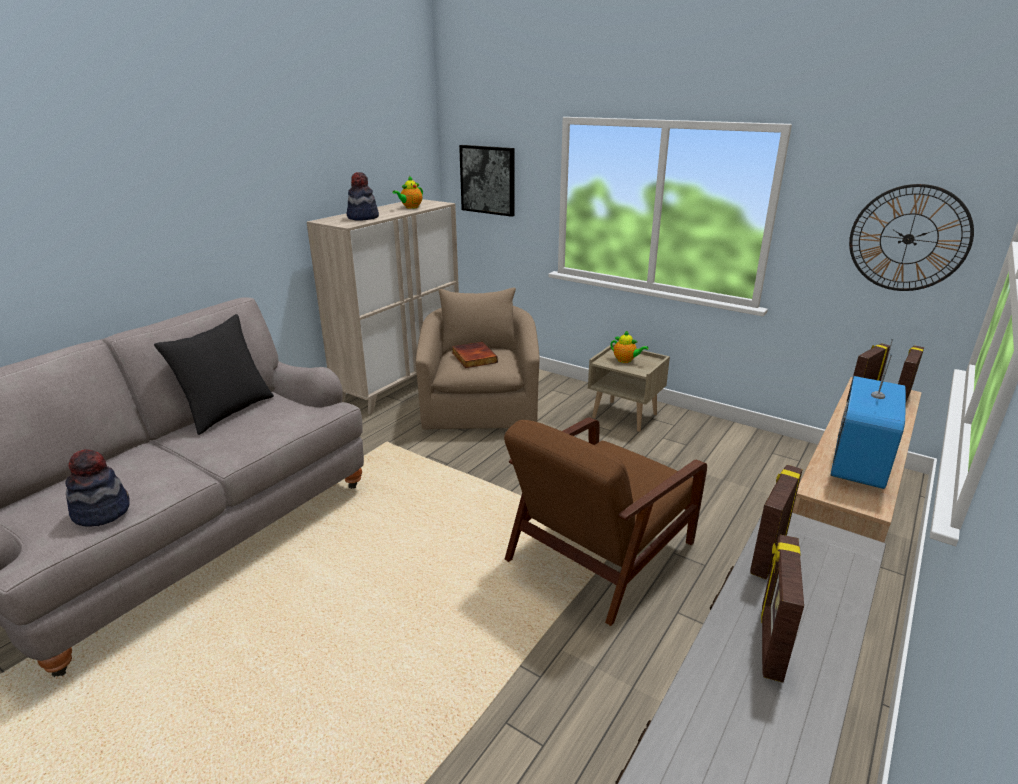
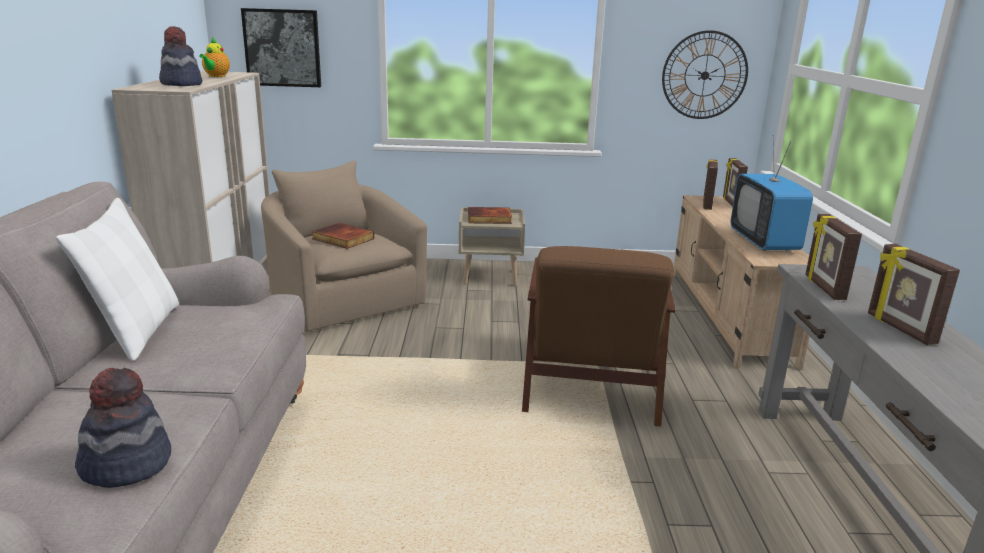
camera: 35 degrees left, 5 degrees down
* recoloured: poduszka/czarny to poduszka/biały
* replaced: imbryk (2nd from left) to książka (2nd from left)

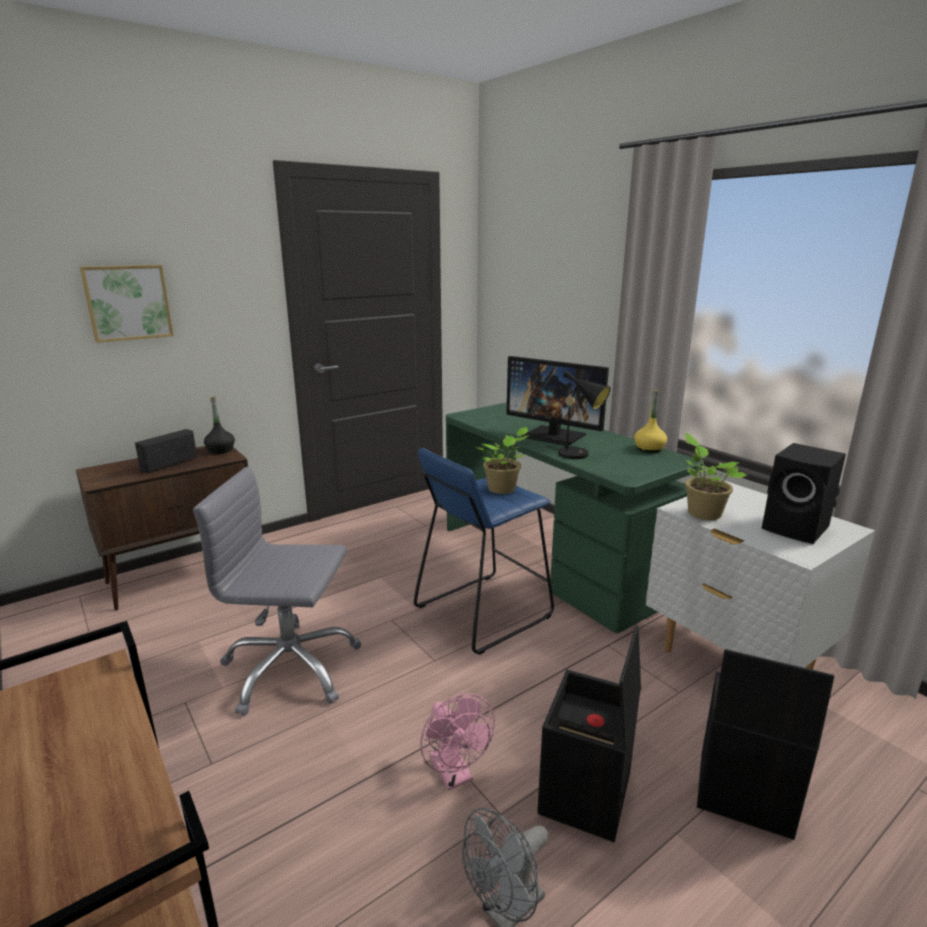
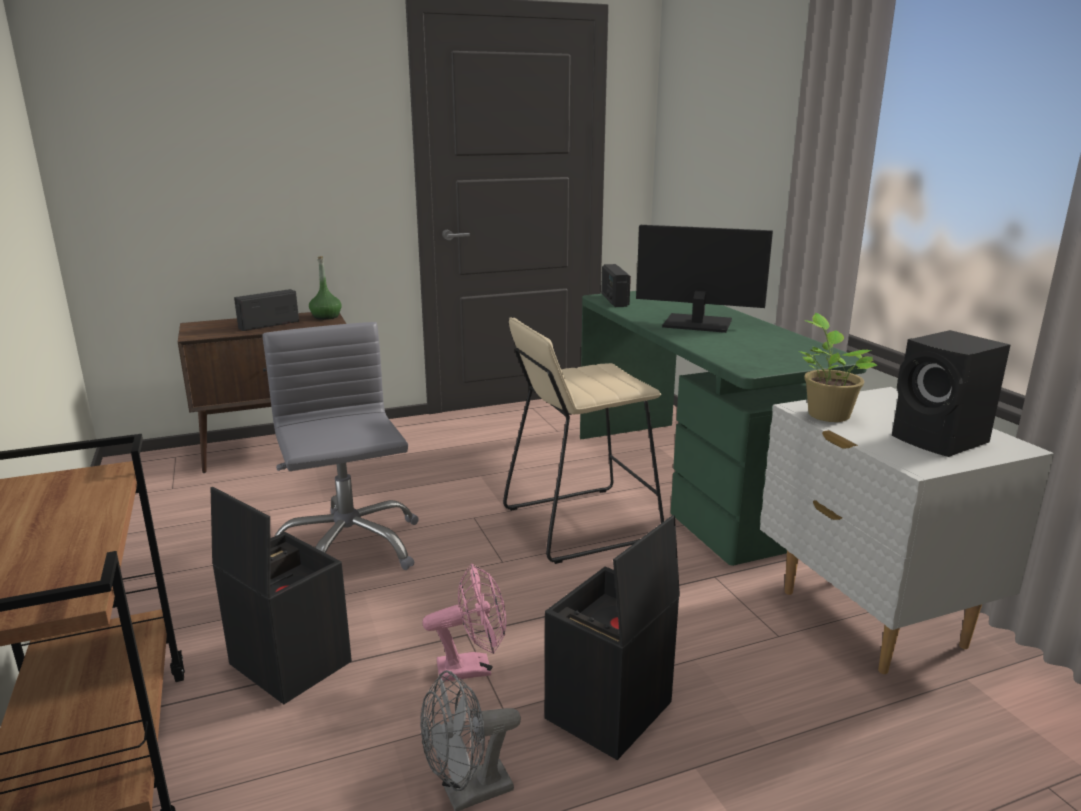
camera: 15 degrees right, 0 degrees up
* removed: obraz
* turned: krzesło biurowe/szary 45 degrees clockwise
* recoloured: butelka/czarny to butelka/zielony
* recoloured: stołek/niebieski to stołek/beżowy
* turned: wentylator/różowy 90 degrees counterclockwise
* removed: roślina doniczkowa (1st from left)
* turned: monitor 150 degrees clockwise
* removed: lampa stołowa/czarny
* removed: butelka/żółty
* moved: pojemnik do przechowywania/czarny (2nd from left in the first image) to pojemnik do przechowywania/czarny (1st from left)
* added: radio (2nd from left)

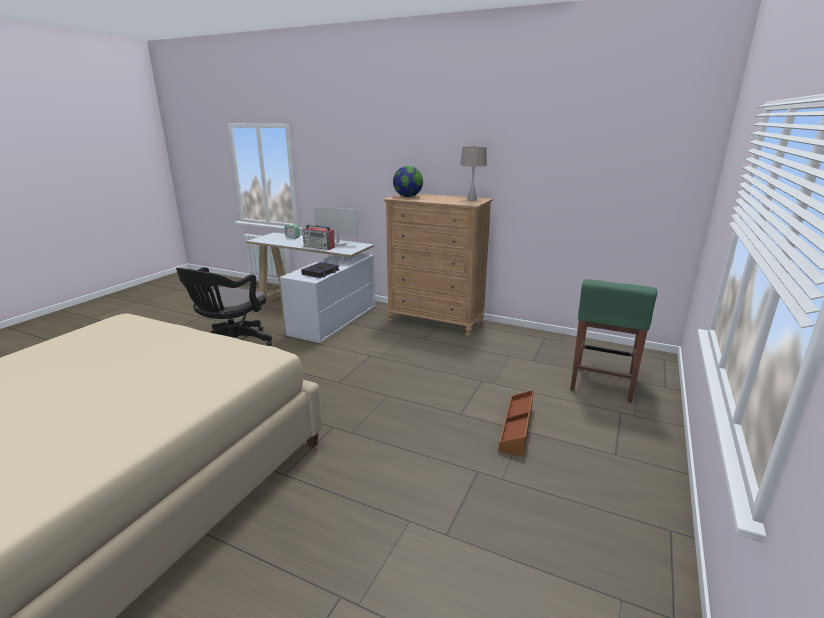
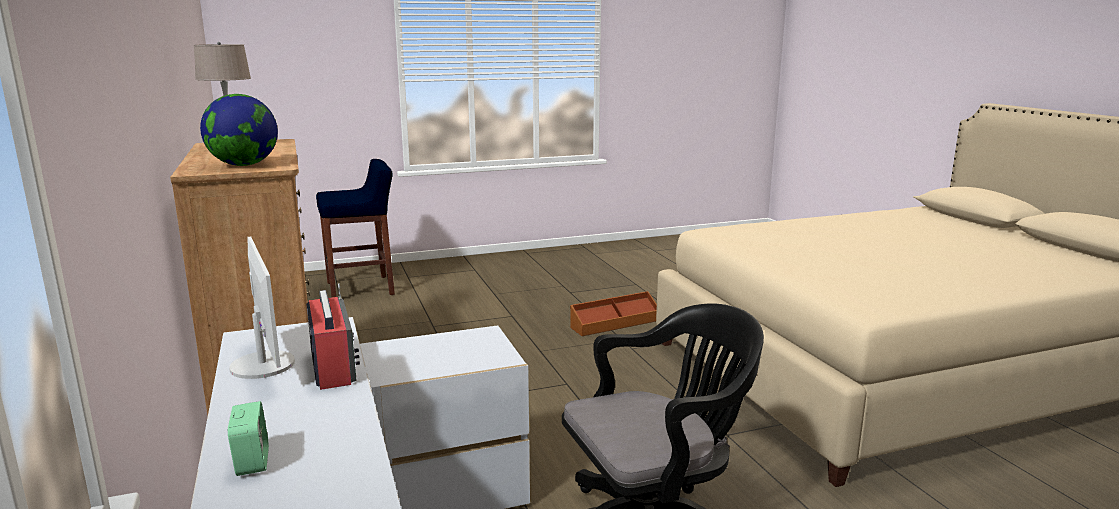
camera: 135 degrees left, 5 degrees down
* removed: książka
* moved: pojemnik do przechowywania/brązowy
* recoloured: stołek/zielony to stołek/niebieski

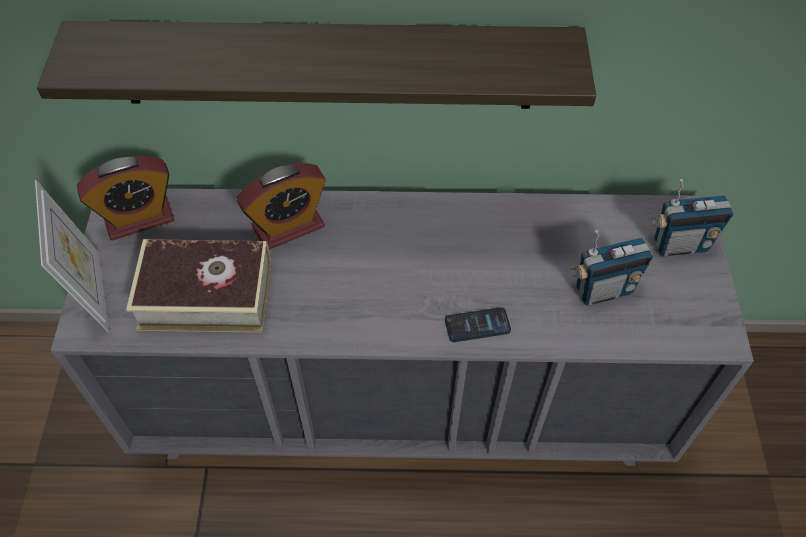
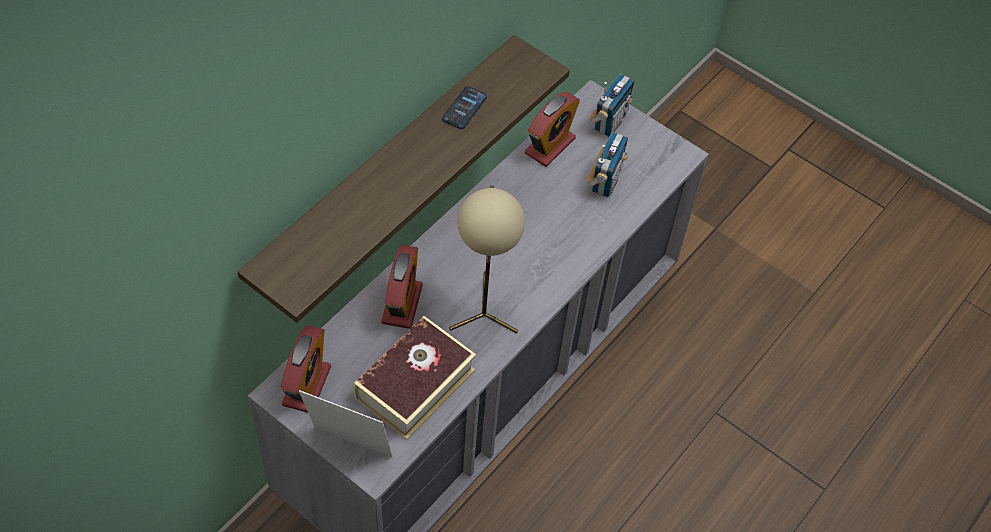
camera: 55 degrees left, 0 degrees up
* moved: telefon
* added: lampa stołowa/beżowy
* added: budzik (3rd from left)

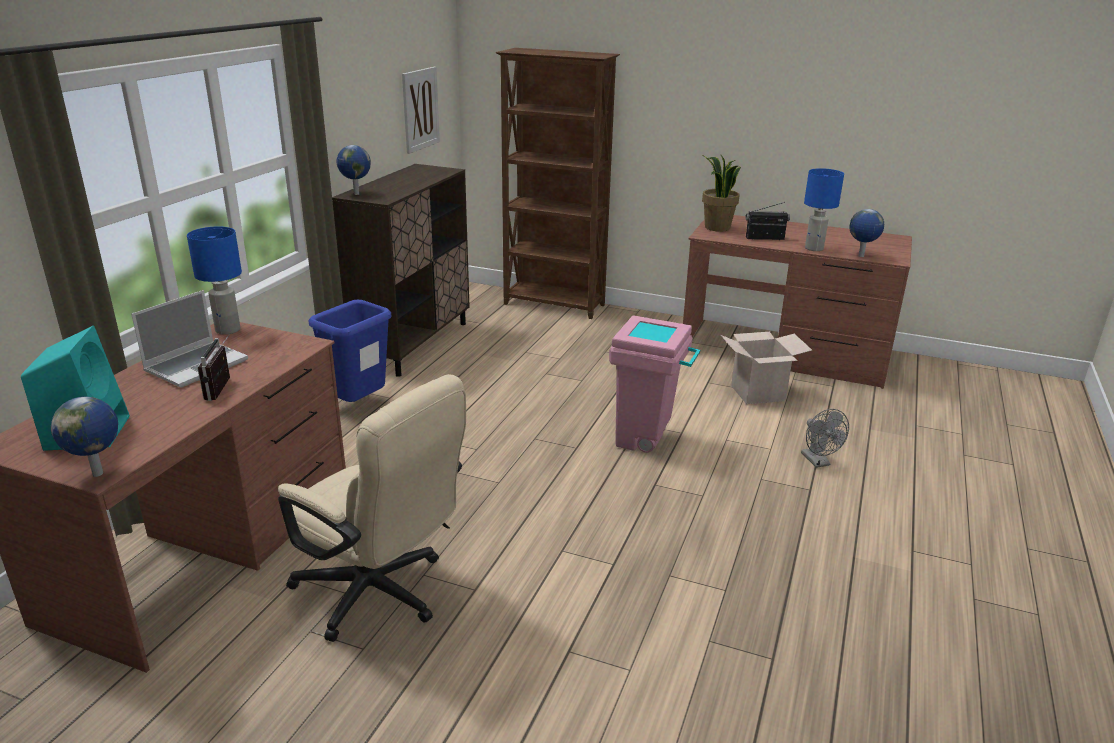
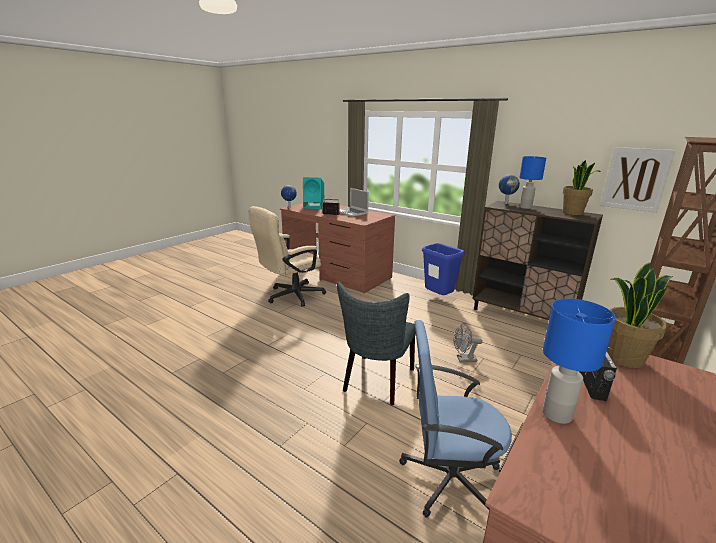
camera: 105 degrees right, 5 degrees down
* moved: lampa stołowa/niebieski (1st from left)
* replaced: kosz na śmieci/różowy to krzesło/szary
* replaced: karton to krzesło biurowe/niebieski
* moved: wentylator/szary
* removed: globus (3rd from left)
* added: roślina doniczkowa (1st from left)

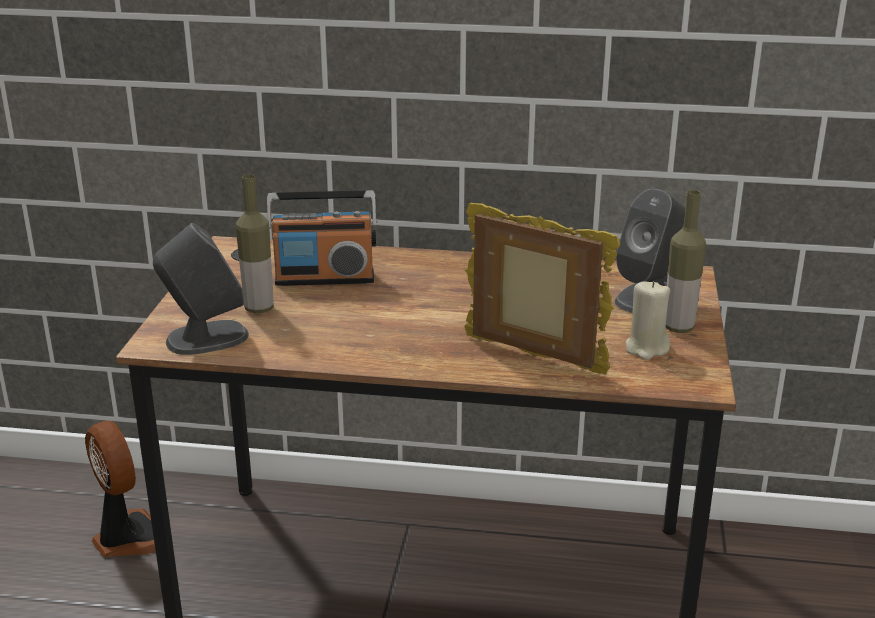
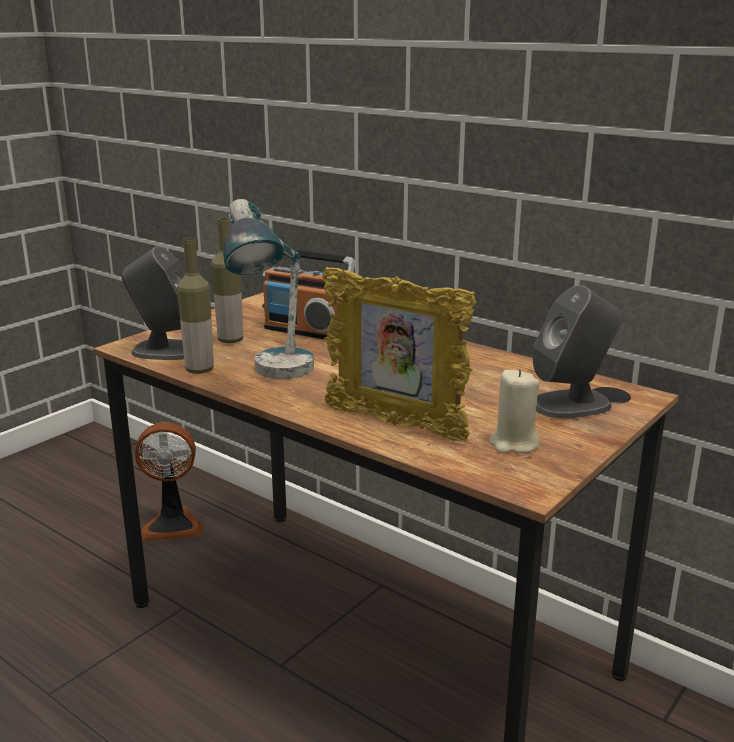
camera: 30 degrees right, 5 degrees down
* turned: wentylator 90 degrees clockwise
* turned: ramka na zdjęcie 150 degrees clockwise
* moved: butelka (2nd from left in the first image) to butelka (1st from left)
* added: lampa stołowa

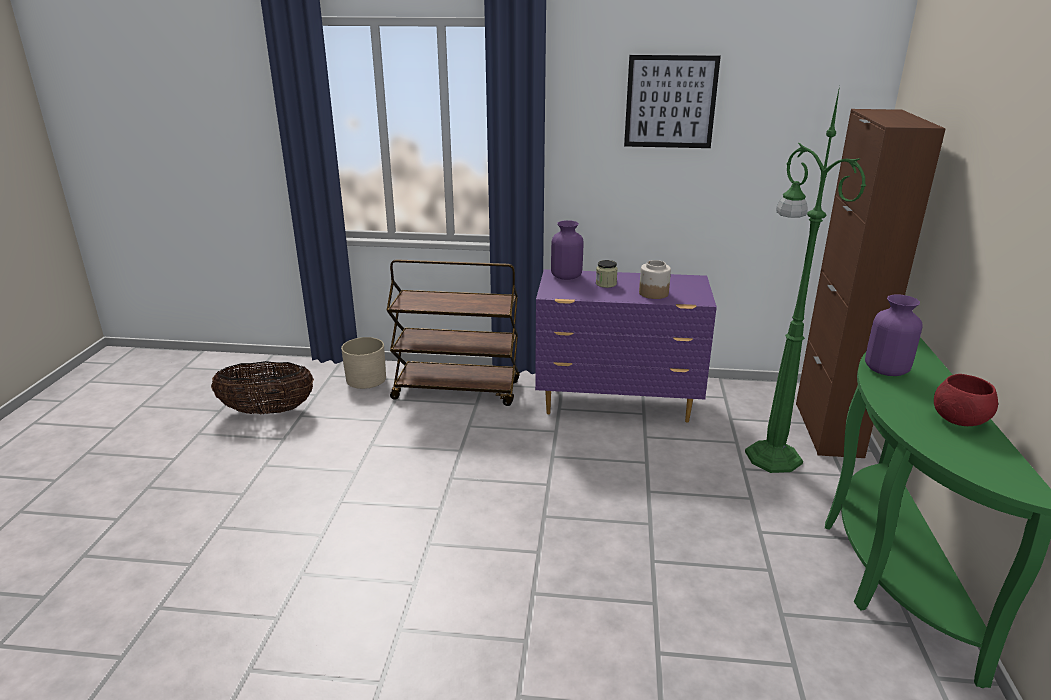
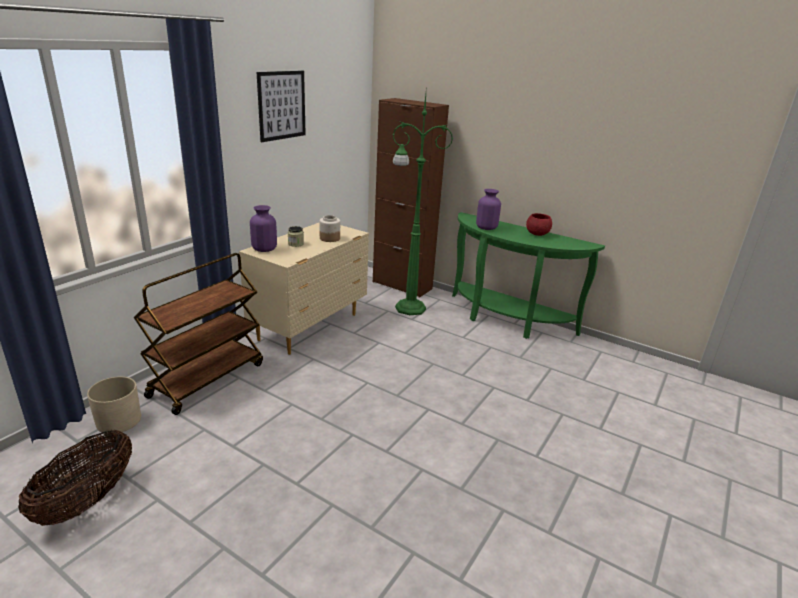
camera: 65 degrees left, 0 degrees up
* recoloured: komoda/fioletowy to komoda/beżowy

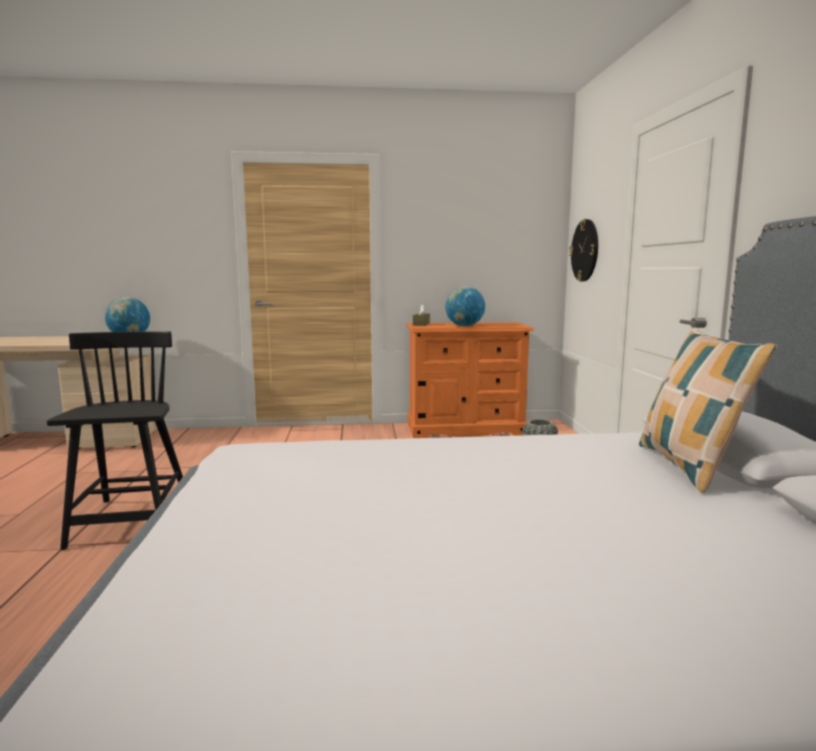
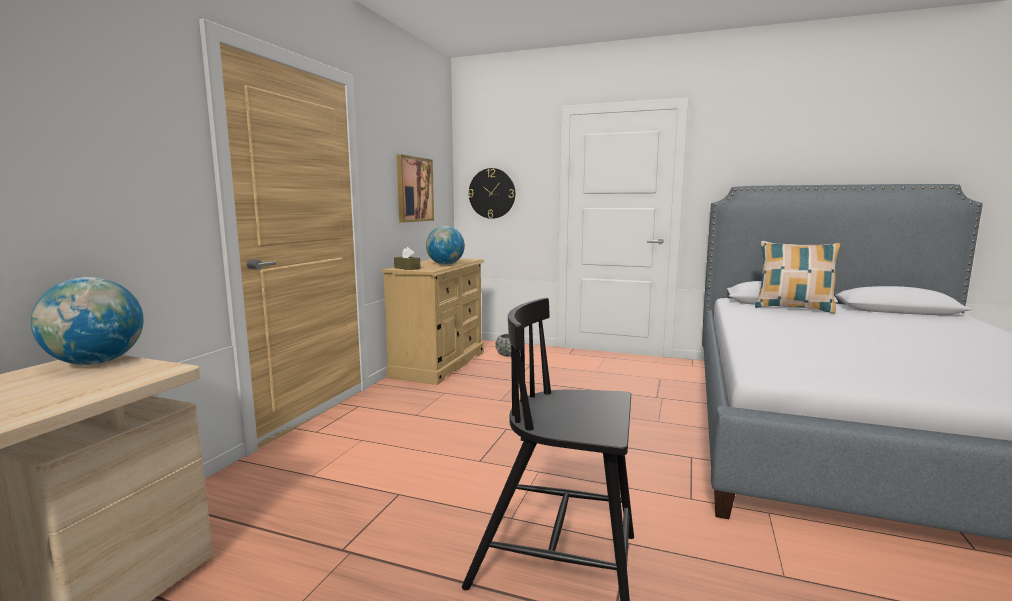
camera: 65 degrees left, 0 degrees up
* recoloured: komoda/pomarańczowy to komoda/beżowy
* added: obraz

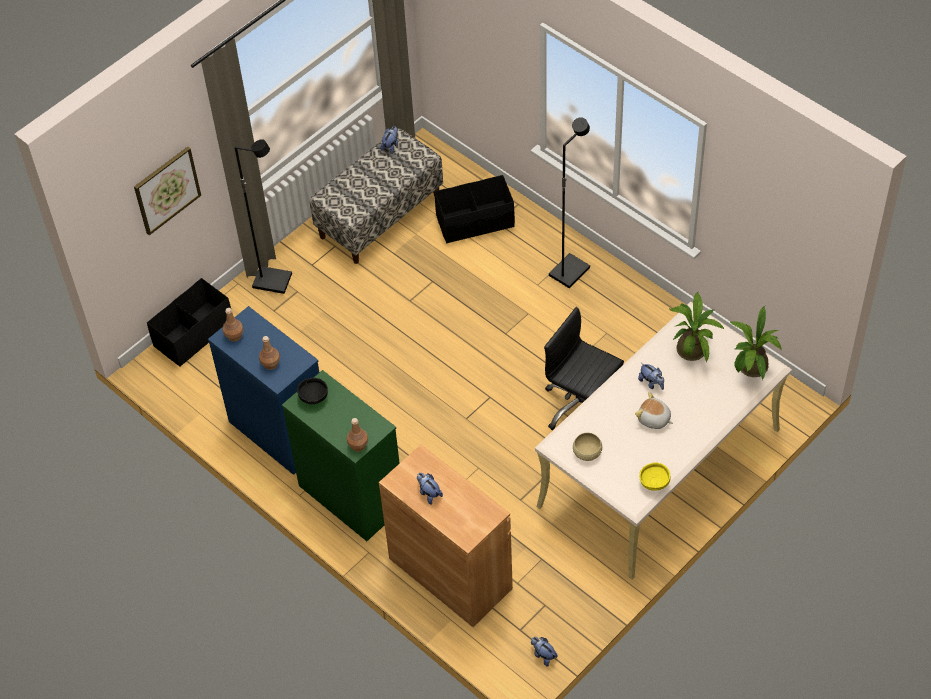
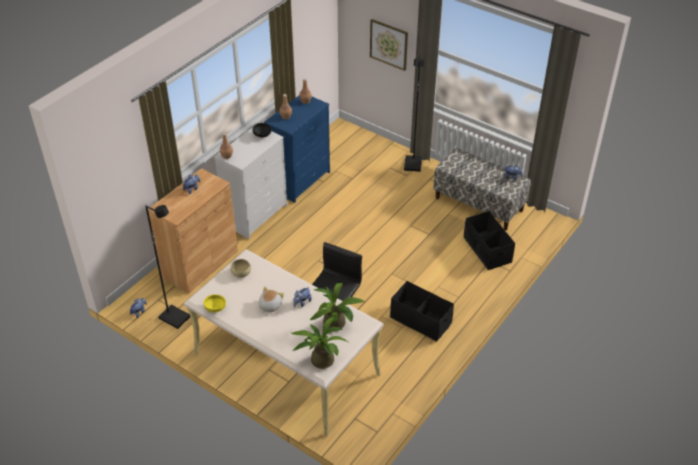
camera: 80 degrees right, 10 degrees down
* moved: pojemnik do przechowywania/czarny (1st from left)
* recoloured: komoda/zielony to komoda/biały
* moved: lampa stojąca/czarny (2nd from left in the first image) to lampa stojąca/czarny (1st from left)

